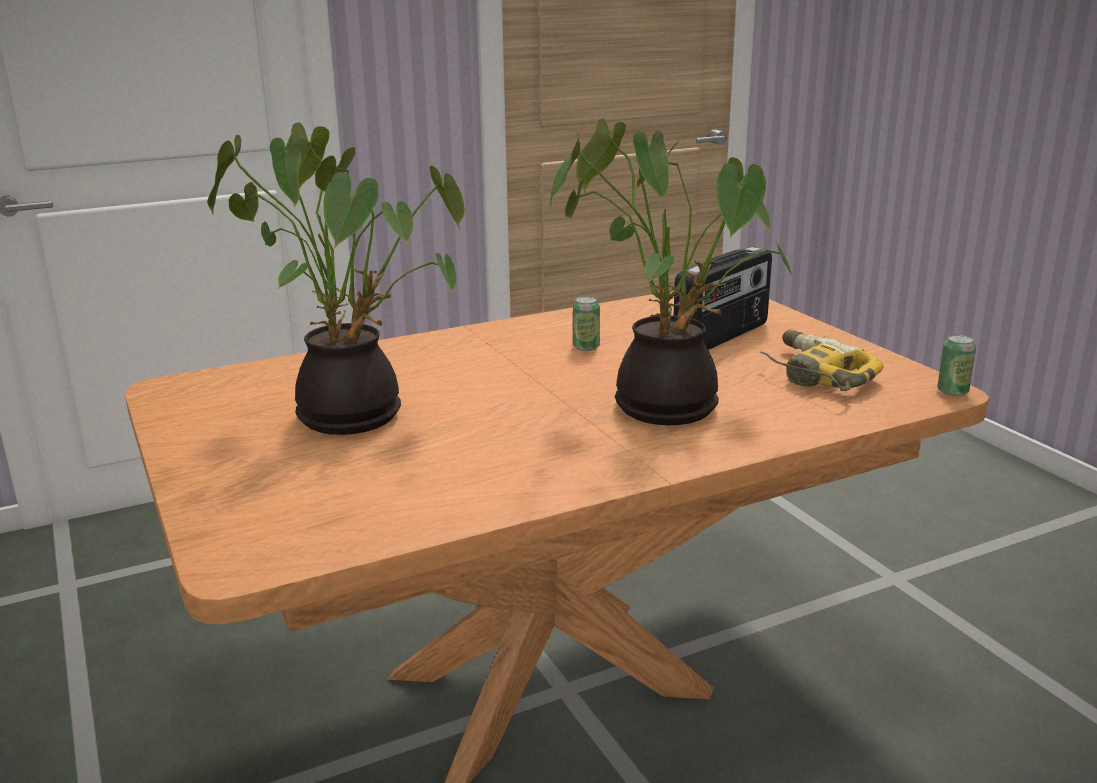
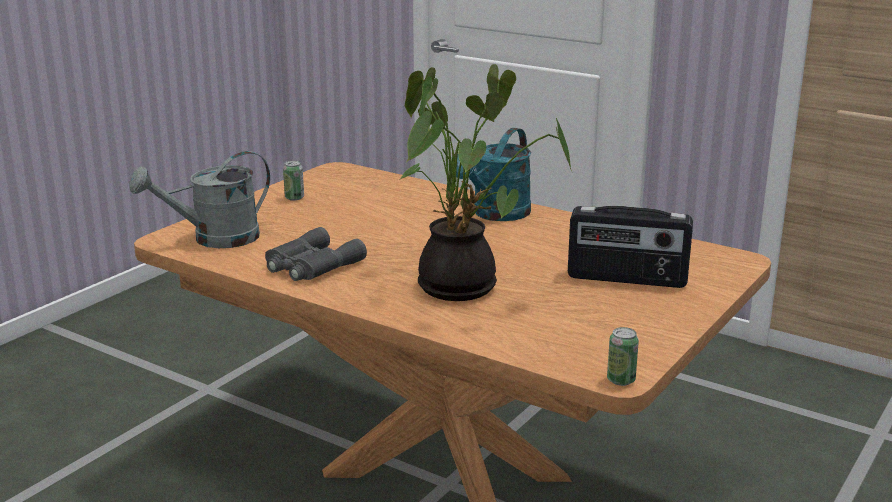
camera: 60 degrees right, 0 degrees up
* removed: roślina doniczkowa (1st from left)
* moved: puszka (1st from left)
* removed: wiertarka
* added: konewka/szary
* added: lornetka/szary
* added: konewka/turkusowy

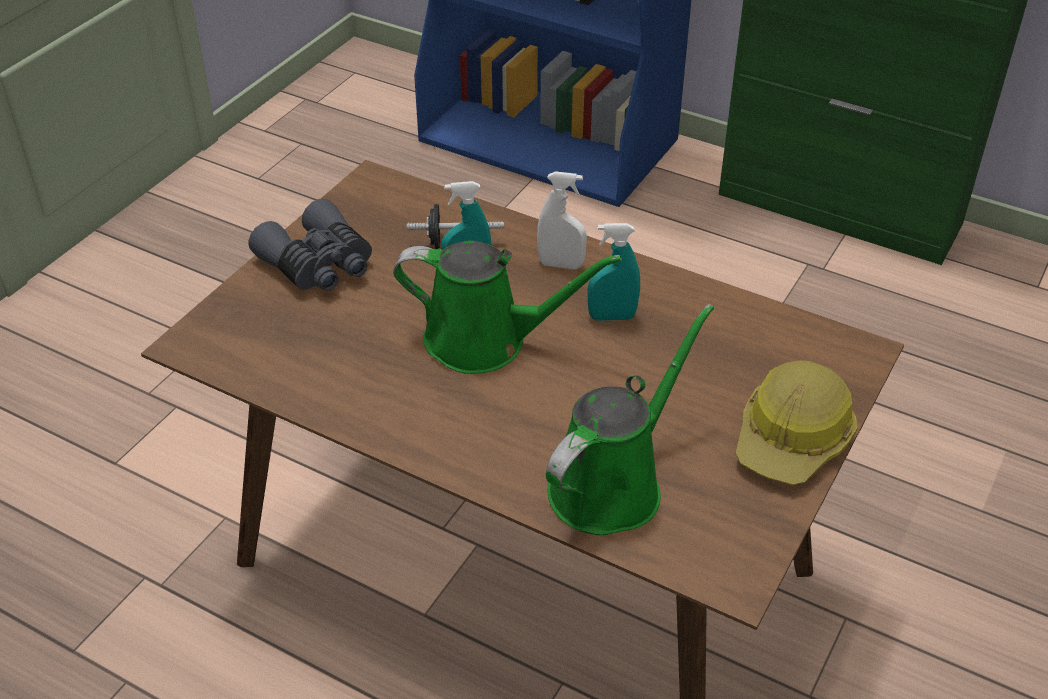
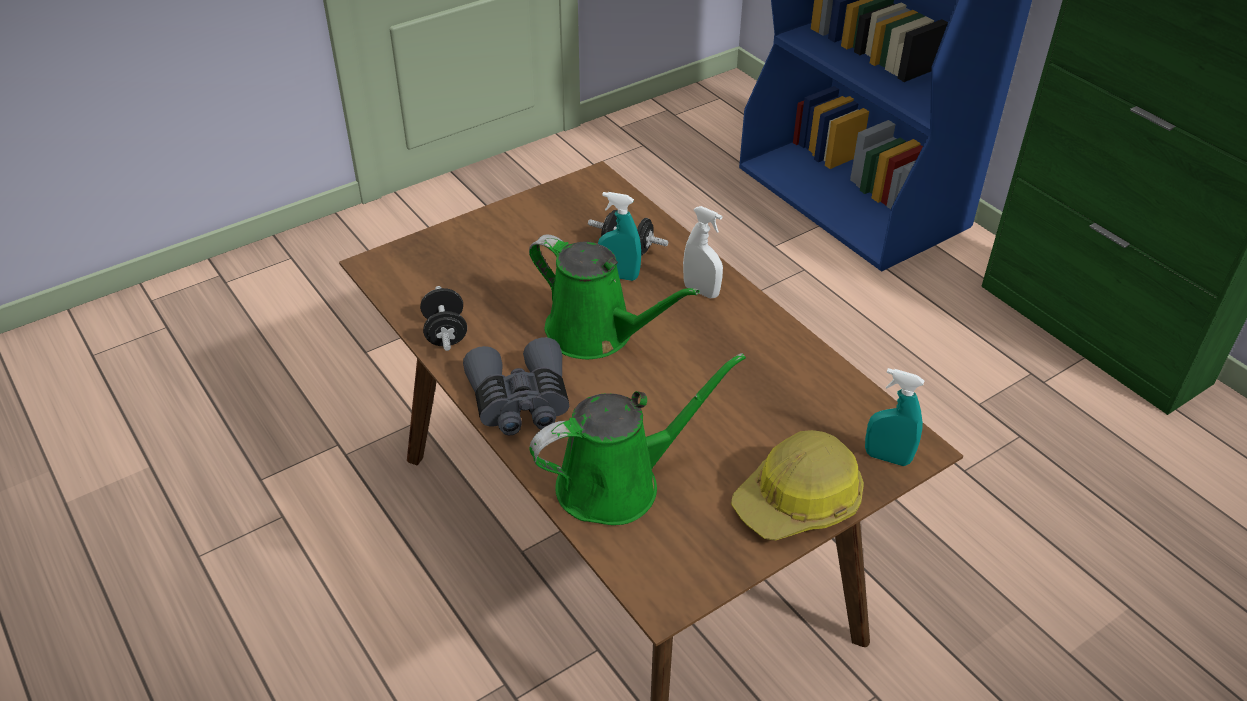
camera: 25 degrees right, 0 degrees up
* moved: lornetka/szary
* moved: spryskiwacz/turkusowy (2nd from left)
* added: hantel/czarny (1st from left)

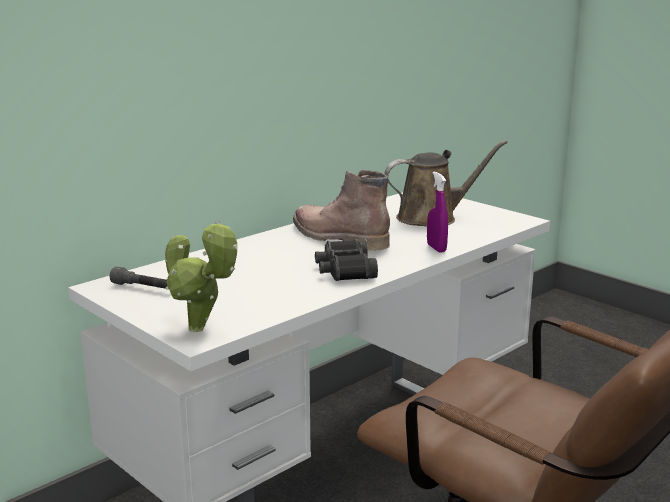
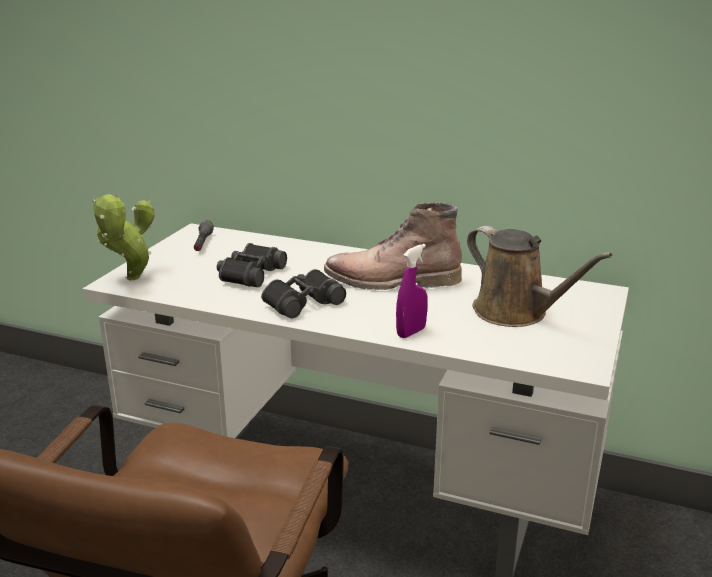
camera: 65 degrees right, 5 degrees up
* turned: but z cholewką/brązowy 105 degrees counterclockwise
* added: lornetka/czarny (1st from left)

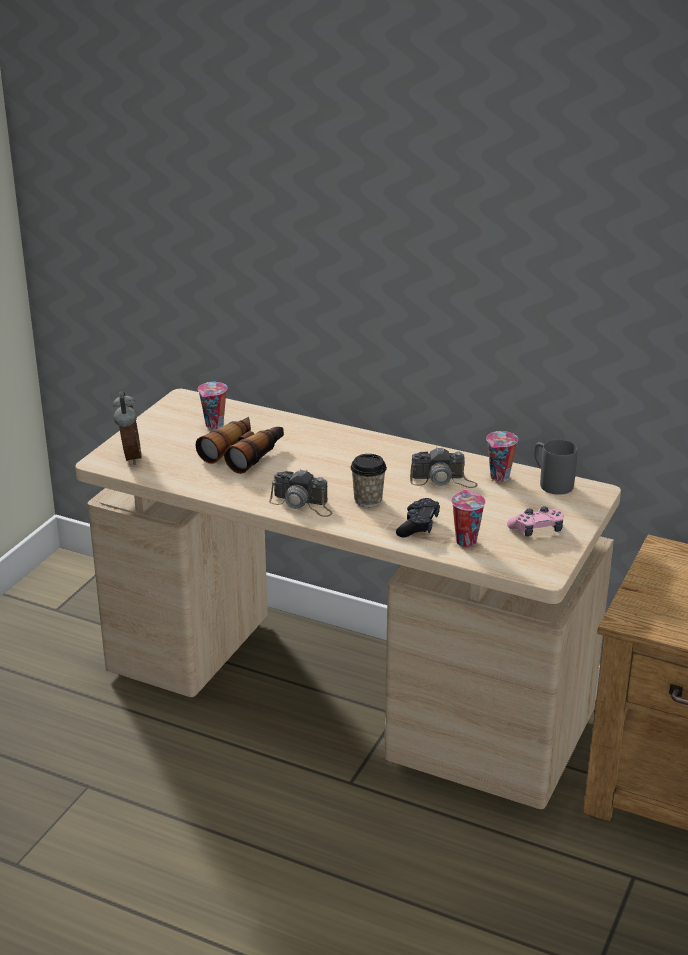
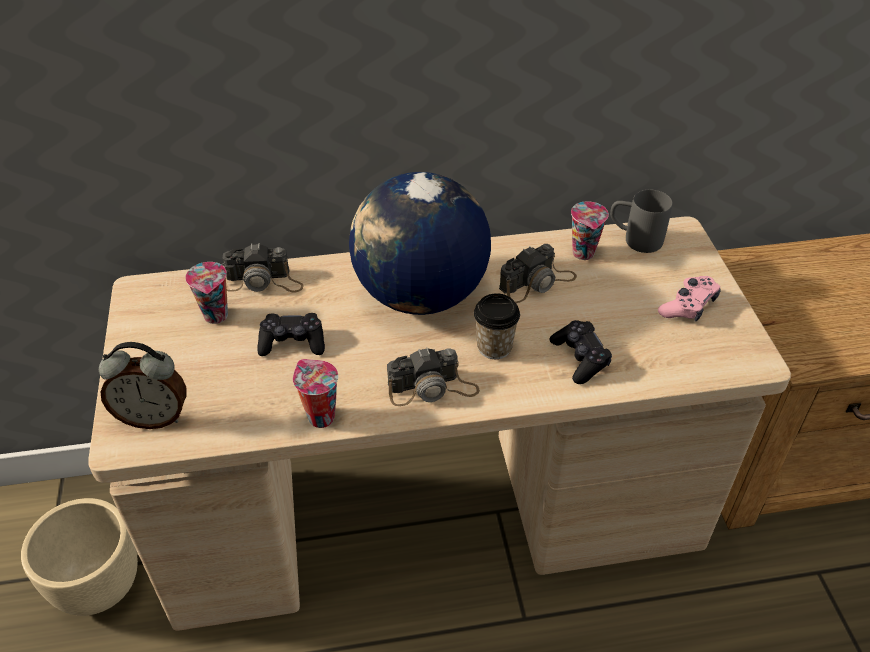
camera: 35 degrees left, 15 degrees up
* turned: budzik 135 degrees clockwise
* replaced: lornetka to pad do gier/czarny (1st from left)
* moved: filiżanka (3rd from left in the first image) to filiżanka (2nd from left)
* added: donica/beżowy
* added: aparat fotograficzny (1st from left)
* added: globus

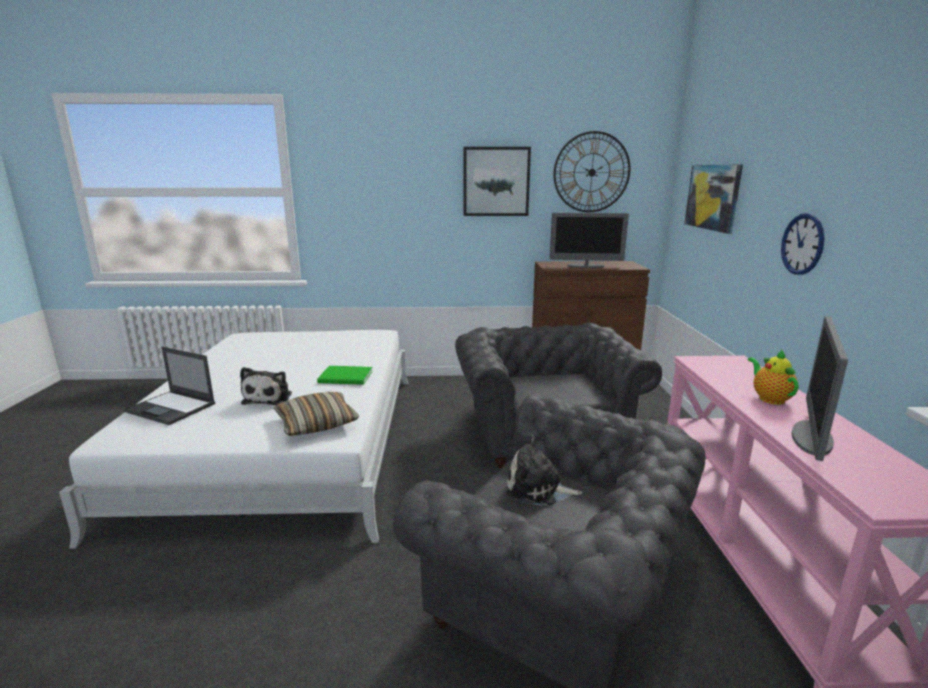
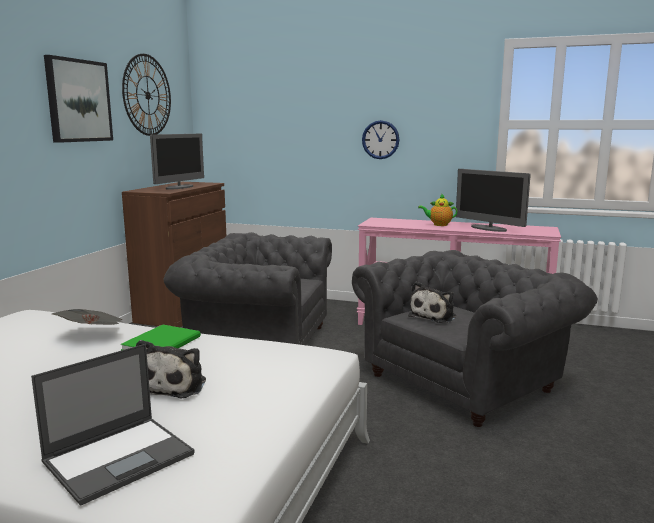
camera: 70 degrees left, 5 degrees down
* turned: pluszak (1st from left) 75 degrees clockwise
* removed: poduszka
* removed: obraz (2nd from left)
* added: gazeta

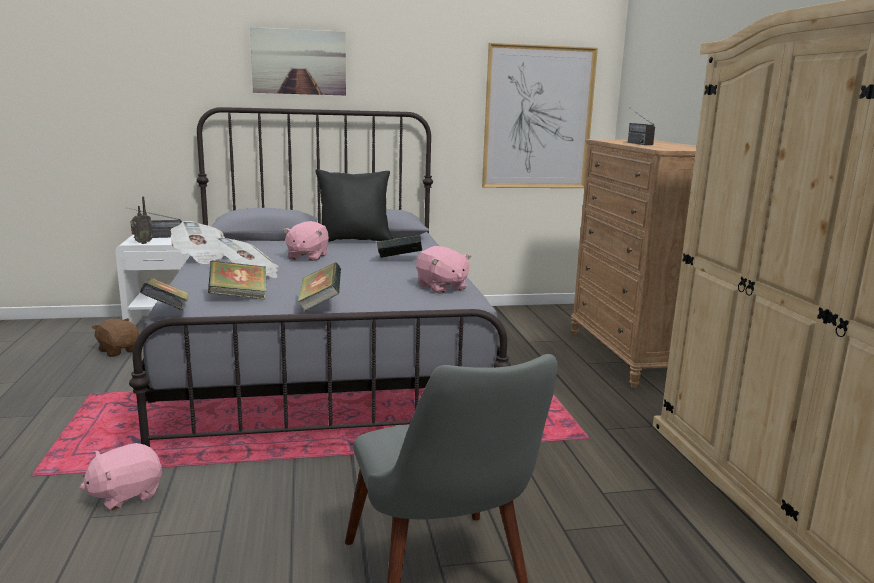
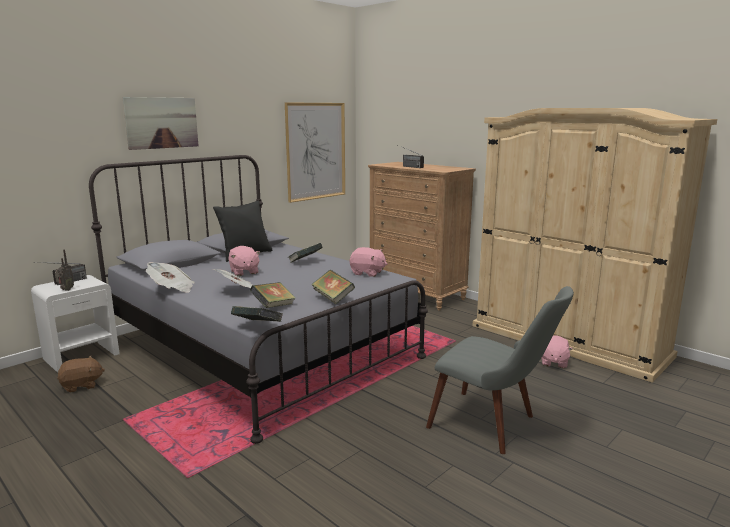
camera: 35 degrees left, 0 degrees up
* moved: pluszak/różowy (1st from left in the first image) to pluszak/różowy (3rd from left)
* turned: pluszak/brązowy 150 degrees clockwise

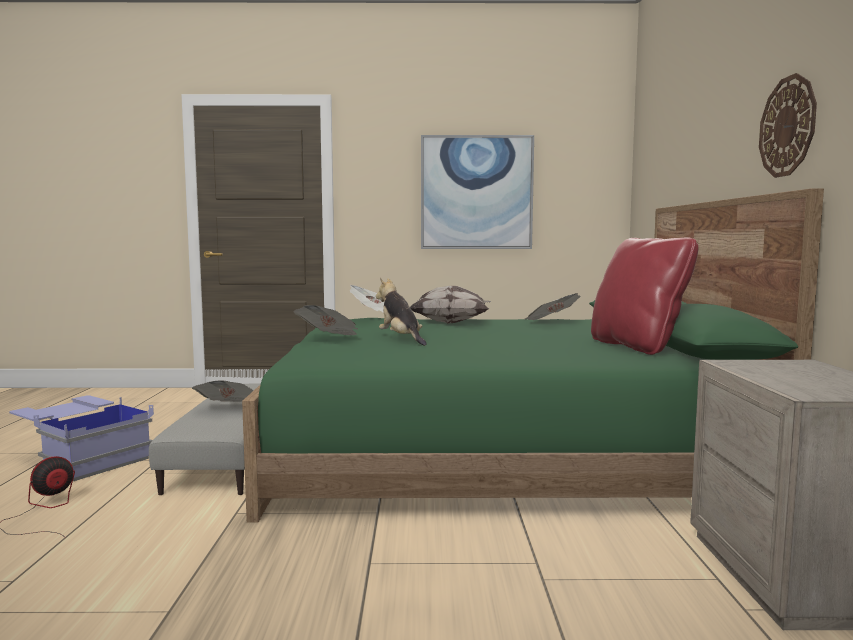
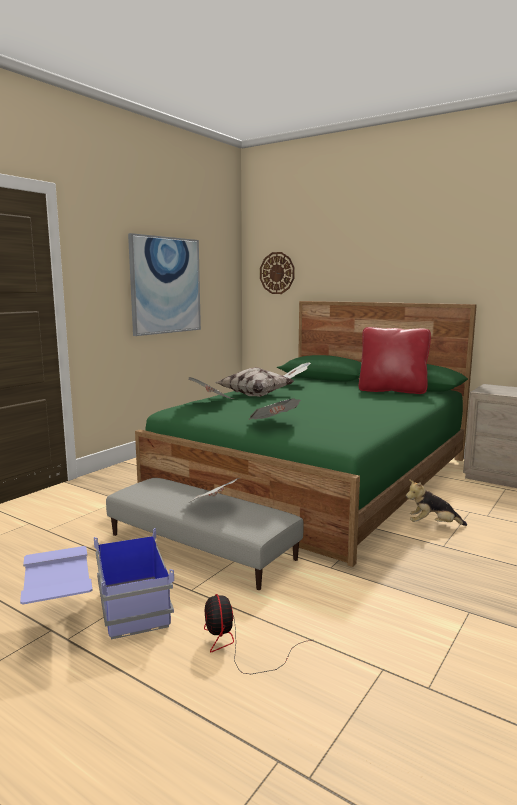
camera: 55 degrees left, 5 degrees up
* moved: pluszak
* moved: zegar ścienny

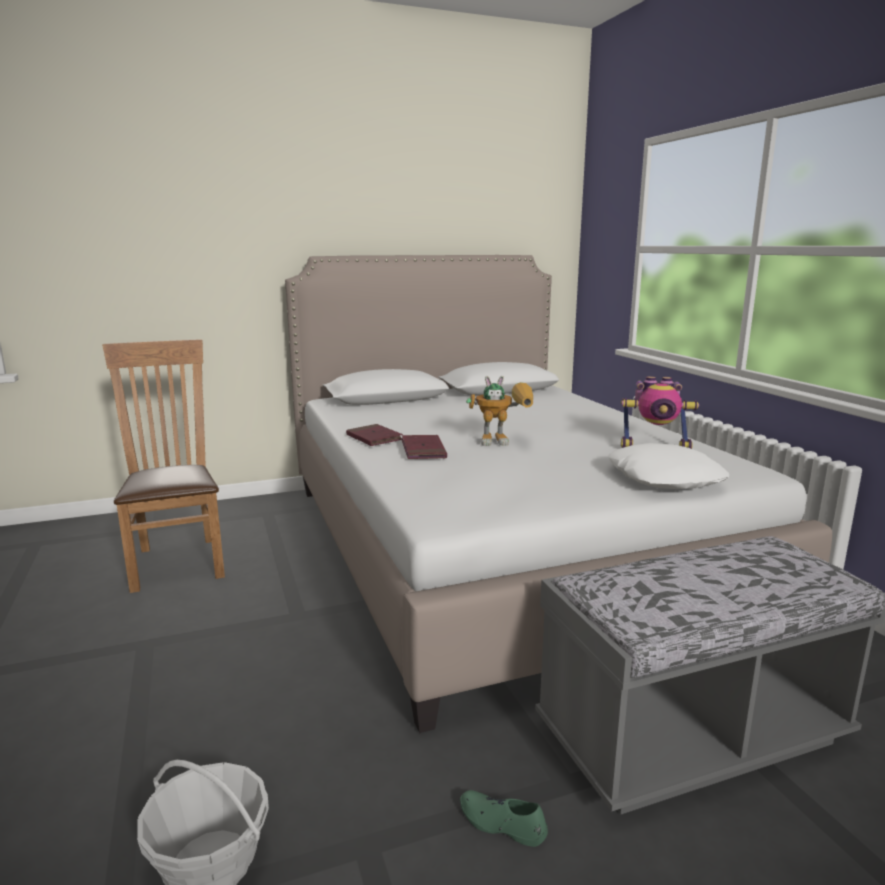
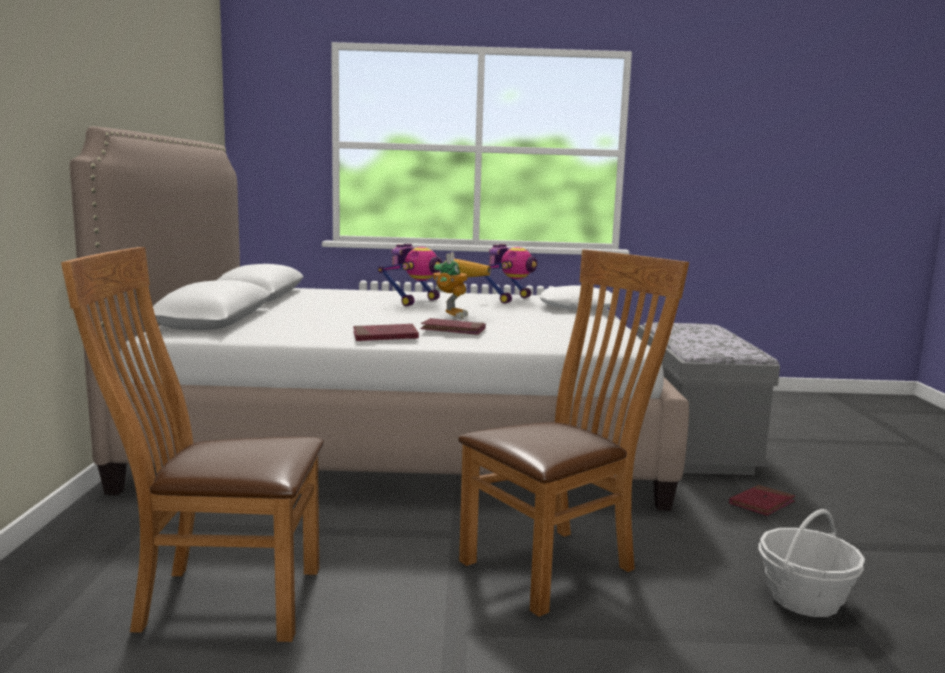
camera: 70 degrees left, 5 degrees down
* replaced: but/zielony to książka/czerwony (3rd from left)
* added: robot zabawkowy (1st from left)
* added: krzesło/brązowy (2nd from left)

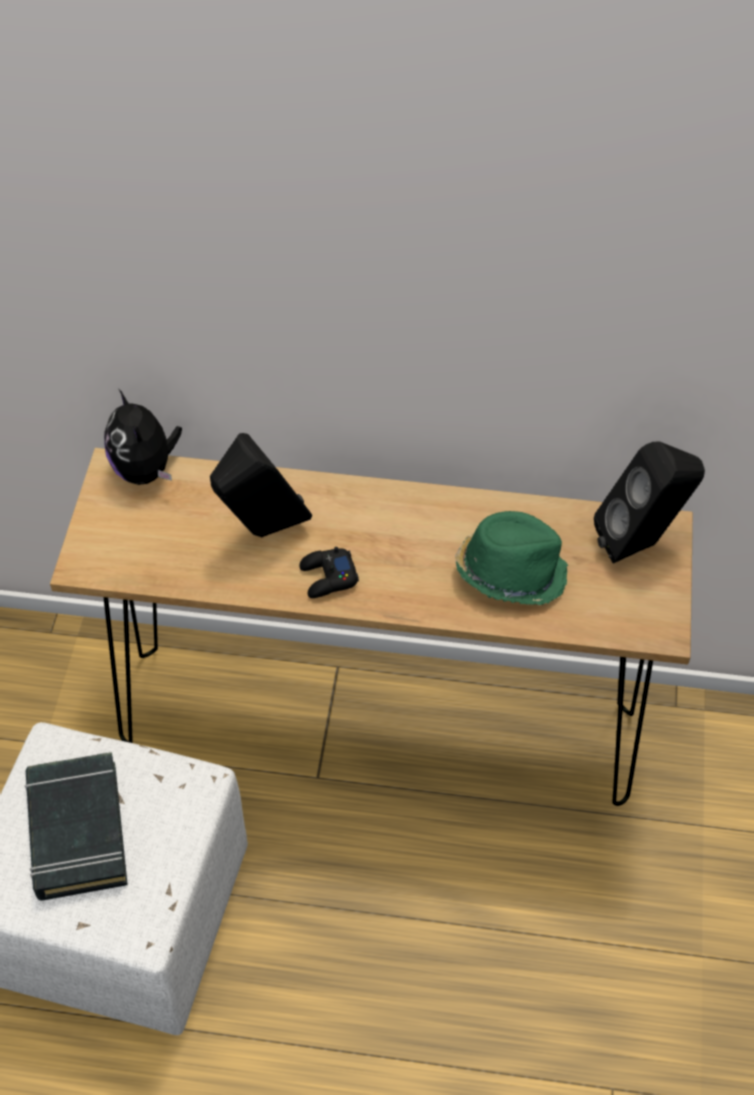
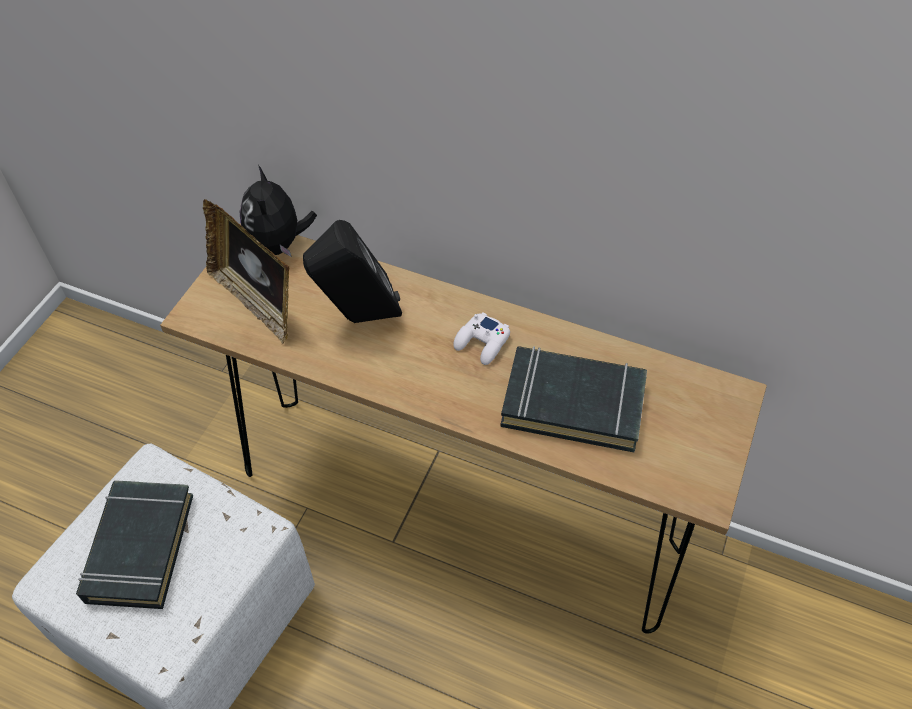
camera: 15 degrees right, 0 degrees up
* removed: pad do gier/czarny
* replaced: kapelusz/zielony to książka/czarny (2nd from left)
* removed: głośnik/czarny (2nd from left)
* added: ramka na zdjęcie
* added: pad do gier/biały

